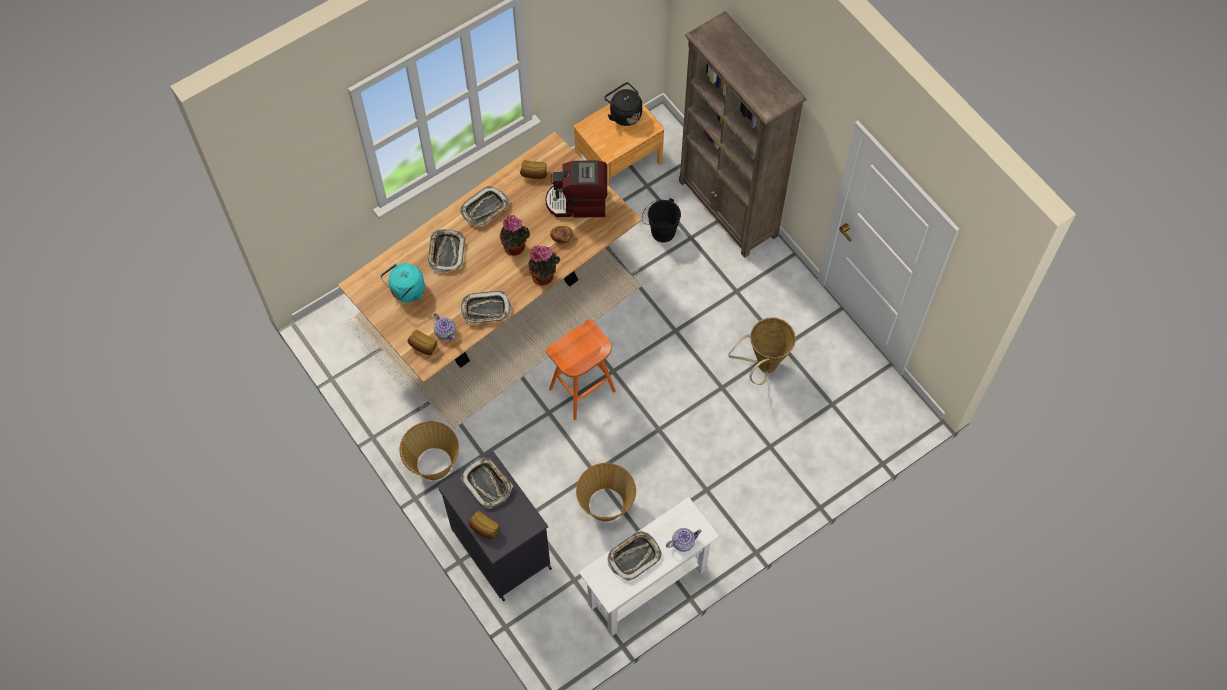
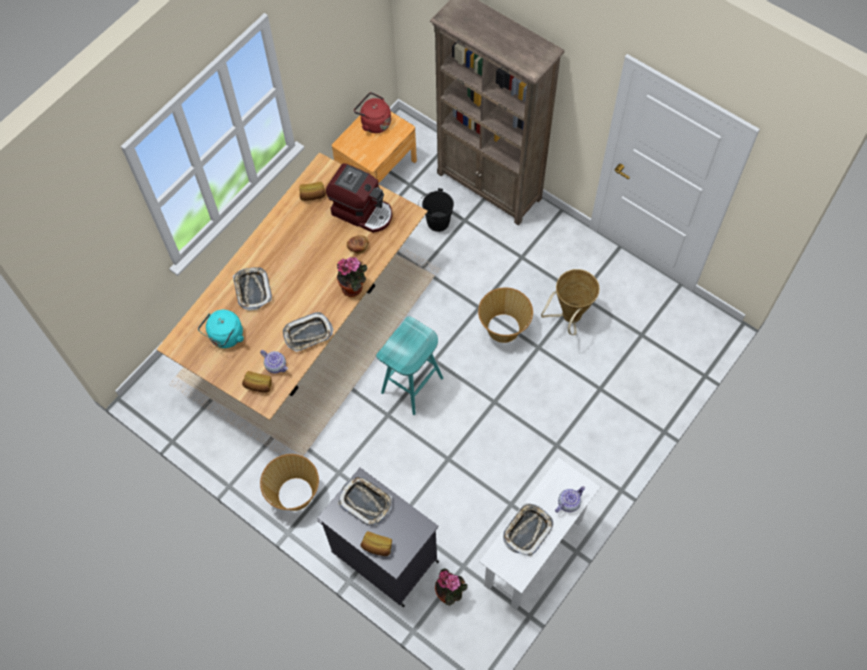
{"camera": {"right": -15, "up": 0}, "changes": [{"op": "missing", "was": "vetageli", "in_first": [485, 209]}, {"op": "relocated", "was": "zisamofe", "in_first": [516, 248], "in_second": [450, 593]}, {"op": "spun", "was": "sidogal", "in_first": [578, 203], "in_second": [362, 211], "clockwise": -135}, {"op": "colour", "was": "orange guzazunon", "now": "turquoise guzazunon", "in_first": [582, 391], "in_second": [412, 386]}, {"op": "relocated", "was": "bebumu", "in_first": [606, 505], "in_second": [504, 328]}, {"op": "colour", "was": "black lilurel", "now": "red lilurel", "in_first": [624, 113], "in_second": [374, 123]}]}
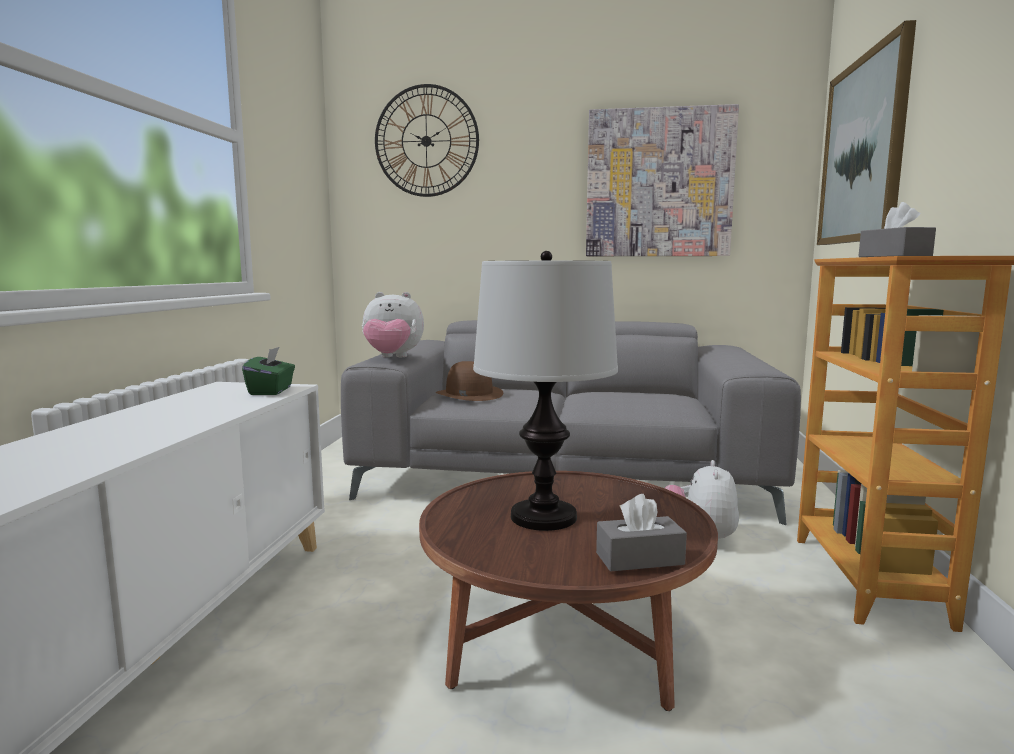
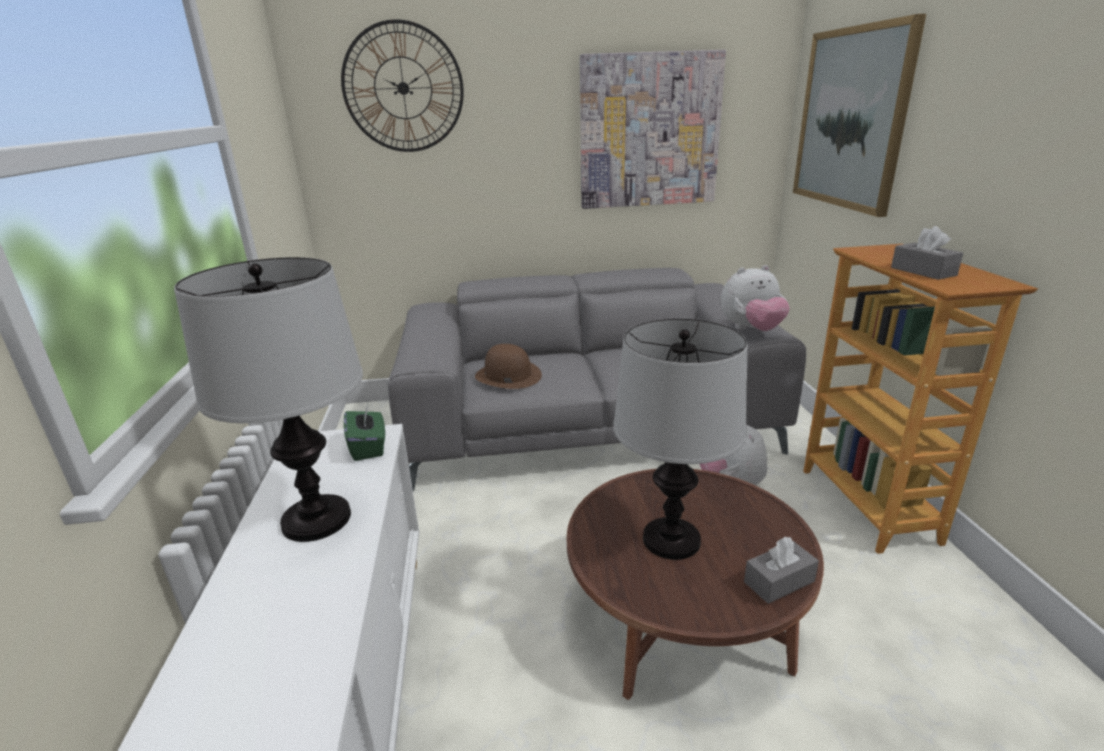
{"camera": {"right": -15, "up": 15}, "changes": [{"op": "relocated", "was": "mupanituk", "in_first": [392, 358], "in_second": [751, 330]}, {"op": "appeared", "now": "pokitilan", "in_second": [316, 520]}]}
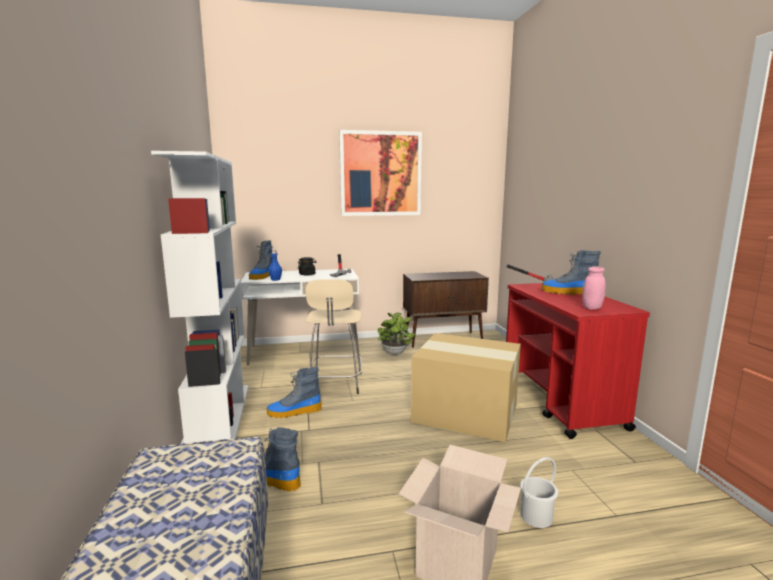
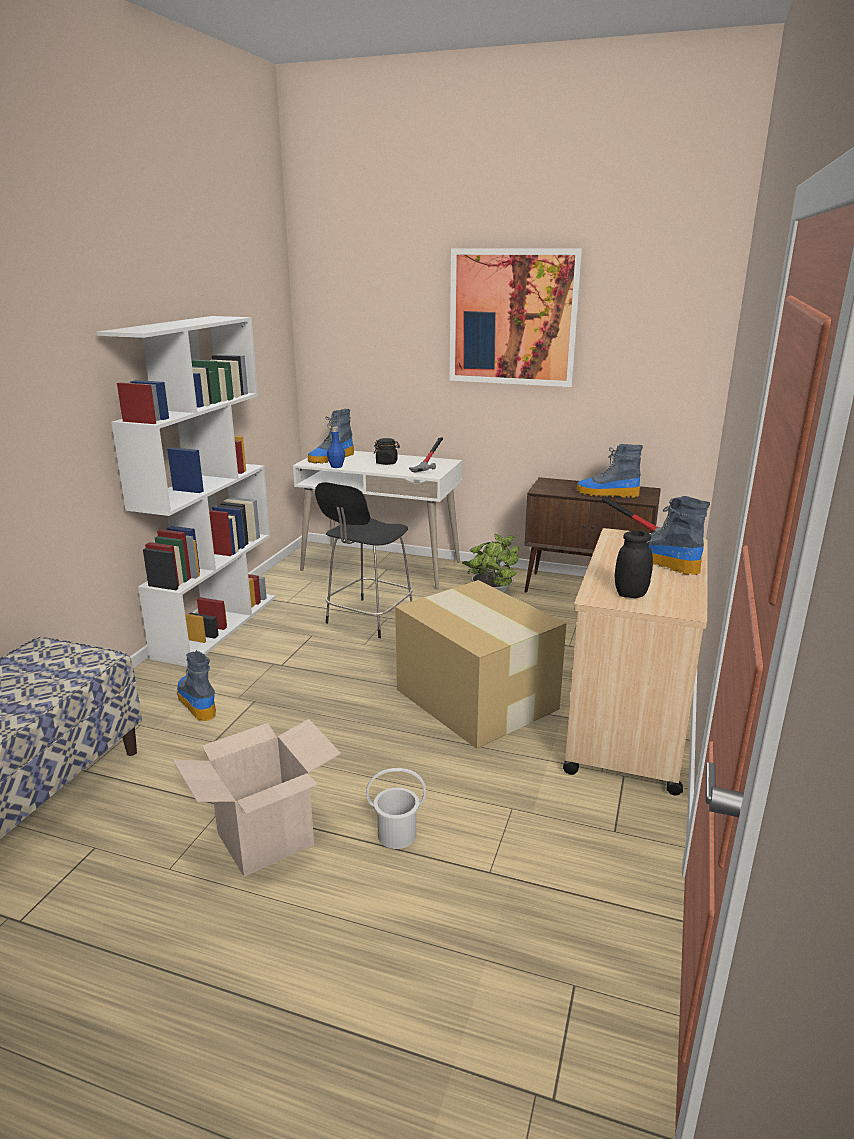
{"camera": {"right": 30, "up": 10}, "changes": [{"op": "relocated", "was": "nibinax", "in_first": [294, 412], "in_second": [606, 494]}, {"op": "colour", "was": "beige guzazunon", "now": "black guzazunon", "in_first": [335, 384], "in_second": [368, 619]}, {"op": "colour", "was": "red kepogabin", "now": "beige kepogabin", "in_first": [561, 403], "in_second": [629, 726]}, {"op": "colour", "was": "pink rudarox", "now": "black rudarox", "in_first": [592, 308], "in_second": [630, 594]}]}
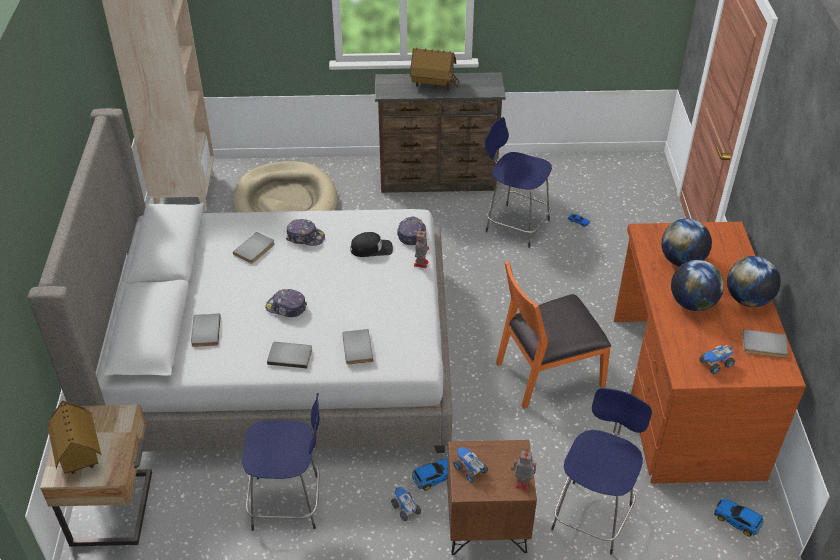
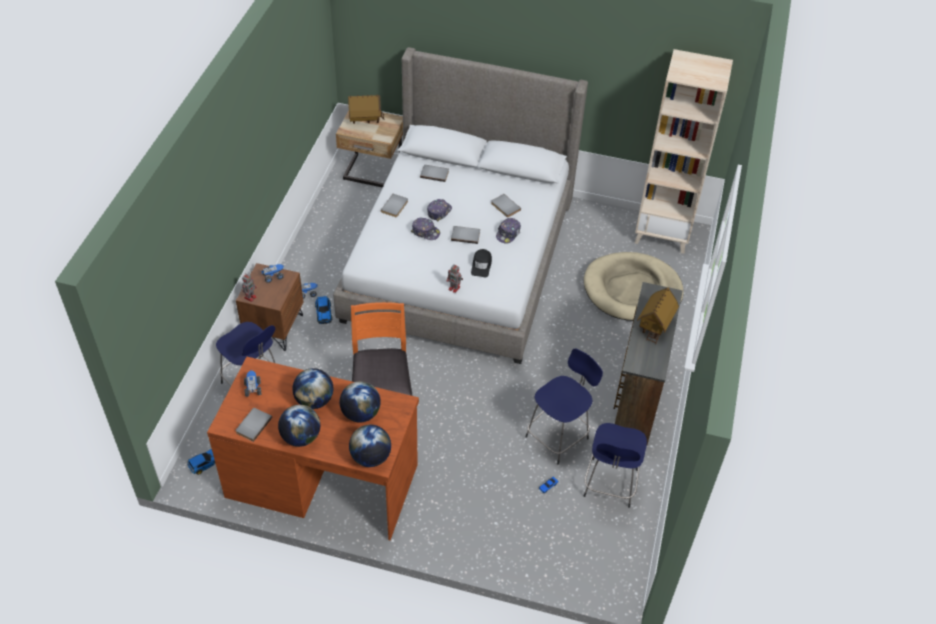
{"camera": {"right": 105, "up": 5}, "changes": [{"op": "relocated", "was": "blue guzazunon", "in_first": [289, 502], "in_second": [610, 485]}, {"op": "relocated", "was": "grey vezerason", "in_first": [356, 348], "in_second": [465, 235]}, {"op": "relocated", "was": "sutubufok", "in_first": [411, 234], "in_second": [425, 232]}, {"op": "appeared", "now": "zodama", "in_second": [370, 457]}]}
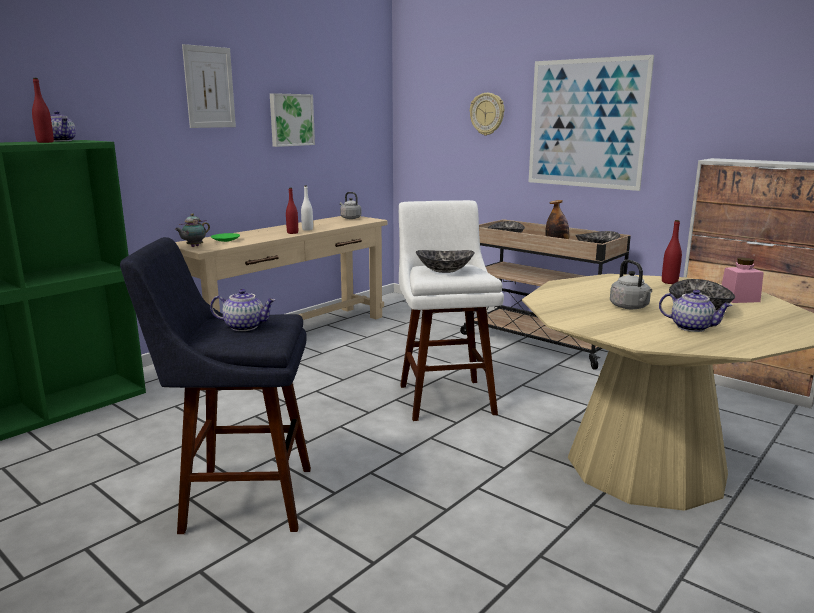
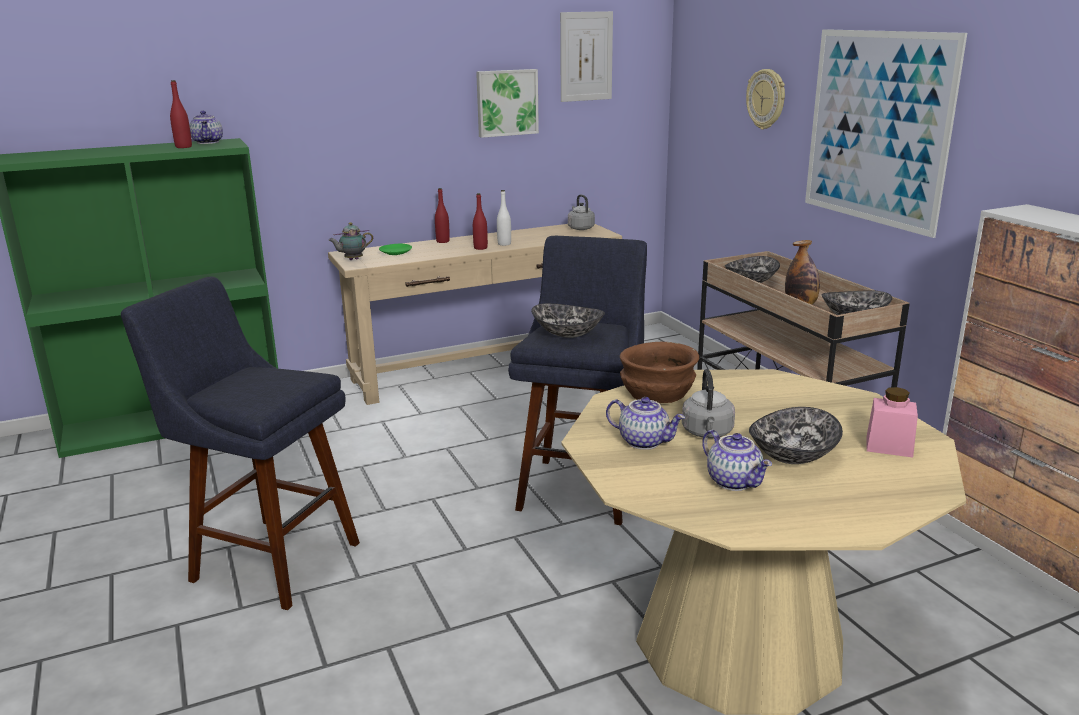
{"camera": {"right": 25, "up": 5}, "changes": [{"op": "relocated", "was": "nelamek", "in_first": [209, 87], "in_second": [586, 56]}, {"op": "relocated", "was": "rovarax", "in_first": [245, 326], "in_second": [644, 441]}, {"op": "colour", "was": "white guzazunon", "now": "blue guzazunon", "in_first": [445, 396], "in_second": [582, 486]}, {"op": "relocated", "was": "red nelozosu", "in_first": [669, 282], "in_second": [443, 241]}, {"op": "appeared", "now": "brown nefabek", "in_second": [656, 395]}]}
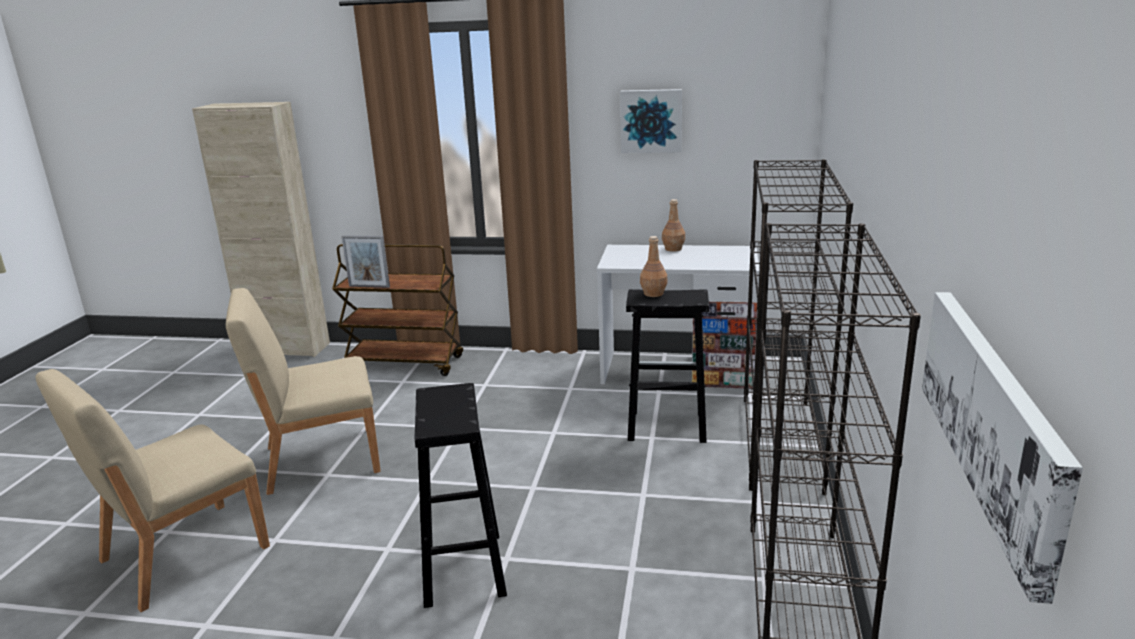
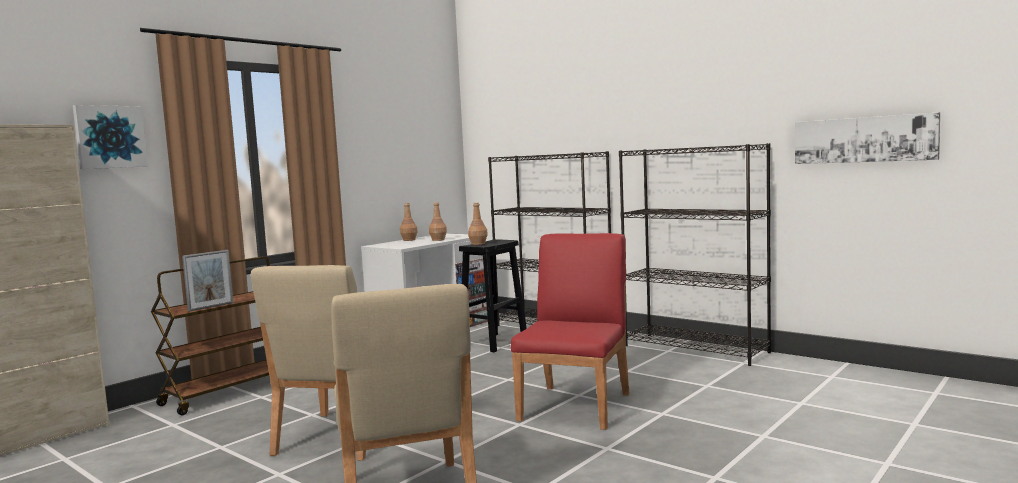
{"camera": {"right": -60, "up": -15}, "changes": [{"op": "exchanged", "was": "black guzazunon", "now": "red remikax", "in_first": [464, 570], "in_second": [576, 406]}, {"op": "relocated", "was": "nelamek", "in_first": [651, 120], "in_second": [110, 137]}, {"op": "appeared", "now": "brown nelozosu", "in_second": [438, 240]}]}
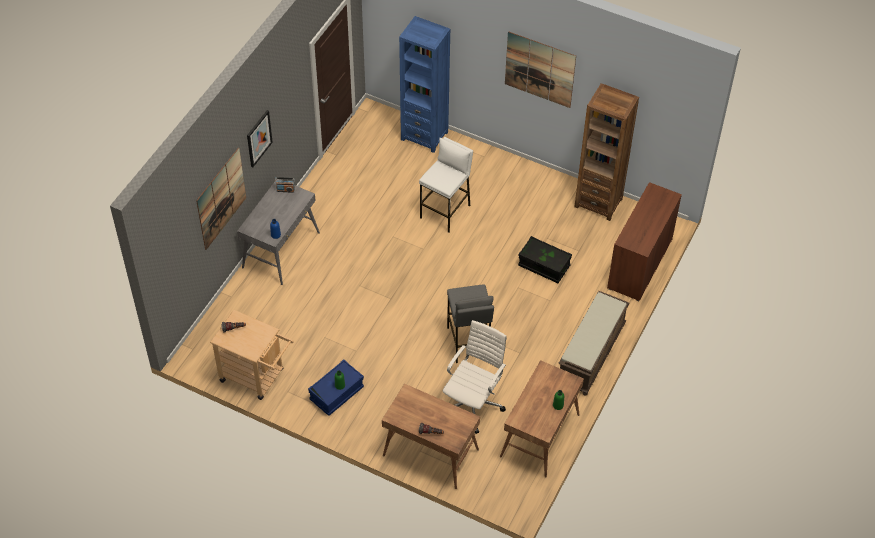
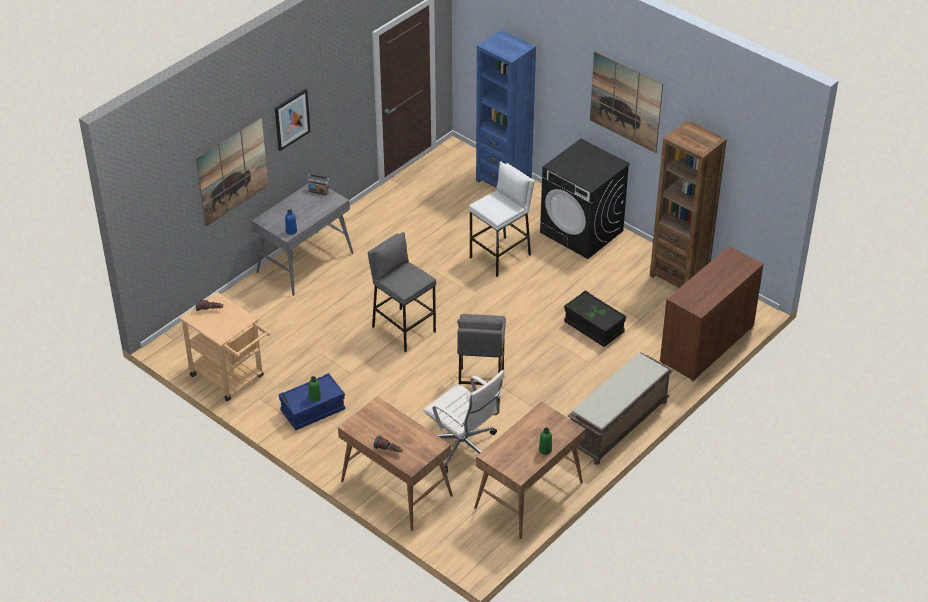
{"camera": {"right": 15, "up": -10}, "changes": [{"op": "spun", "was": "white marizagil", "in_first": [473, 403], "in_second": [463, 448], "clockwise": 90}, {"op": "appeared", "now": "grey guzazunon", "in_second": [403, 329]}, {"op": "appeared", "now": "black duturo", "in_second": [582, 232]}]}
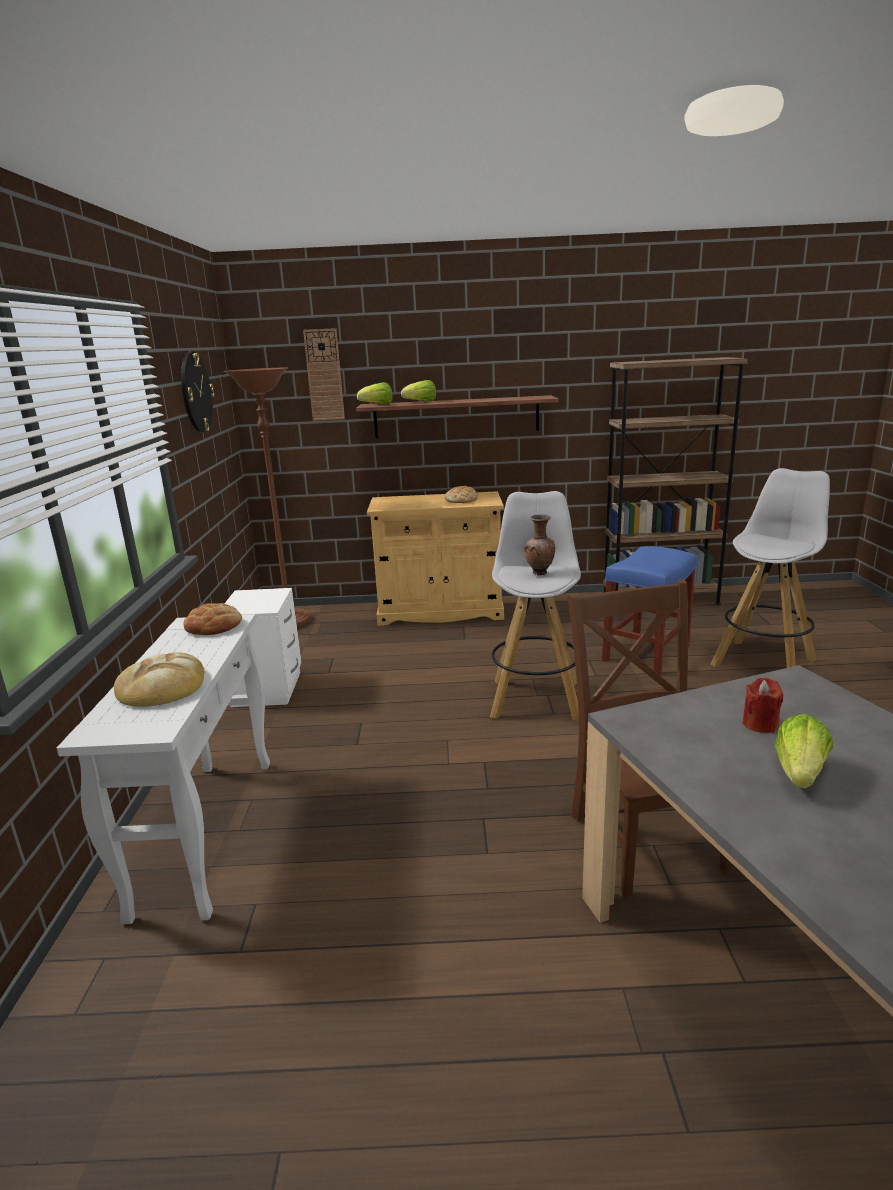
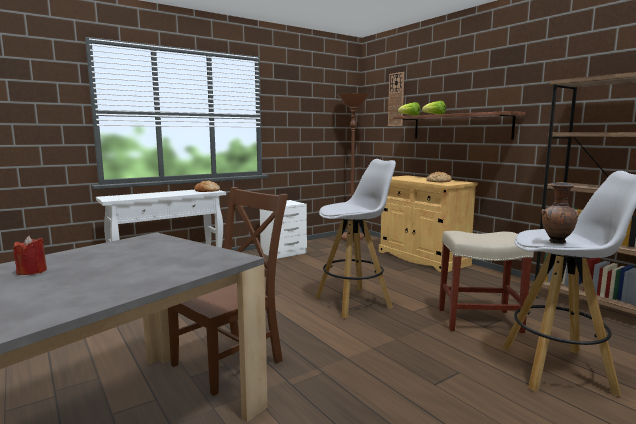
{"camera": {"right": 55, "up": -10}, "changes": [{"op": "missing", "was": "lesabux", "in_first": [162, 686]}, {"op": "missing", "was": "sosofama", "in_first": [196, 392]}, {"op": "relocated", "was": "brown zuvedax", "in_first": [540, 574], "in_second": [556, 242]}, {"op": "colour", "was": "blue guzazunon", "now": "beige guzazunon", "in_first": [646, 652], "in_second": [480, 320]}, {"op": "relocated", "was": "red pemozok", "in_first": [760, 724], "in_second": [32, 271]}, {"op": "missing", "was": "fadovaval", "in_first": [800, 772]}]}
